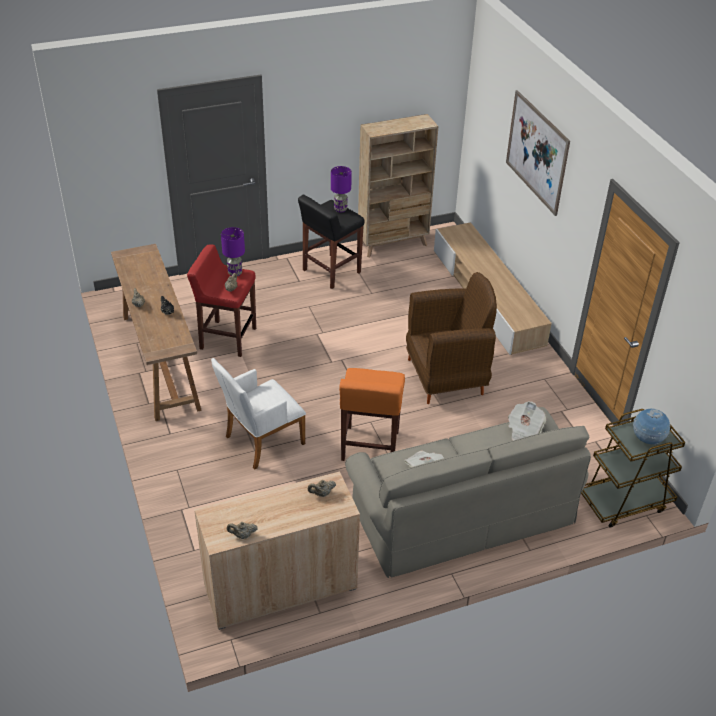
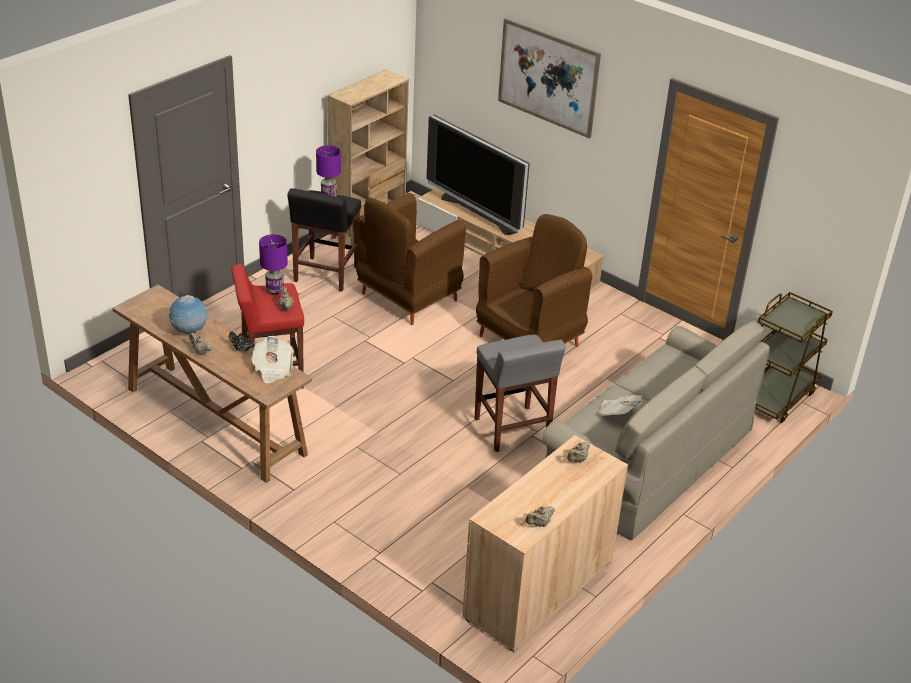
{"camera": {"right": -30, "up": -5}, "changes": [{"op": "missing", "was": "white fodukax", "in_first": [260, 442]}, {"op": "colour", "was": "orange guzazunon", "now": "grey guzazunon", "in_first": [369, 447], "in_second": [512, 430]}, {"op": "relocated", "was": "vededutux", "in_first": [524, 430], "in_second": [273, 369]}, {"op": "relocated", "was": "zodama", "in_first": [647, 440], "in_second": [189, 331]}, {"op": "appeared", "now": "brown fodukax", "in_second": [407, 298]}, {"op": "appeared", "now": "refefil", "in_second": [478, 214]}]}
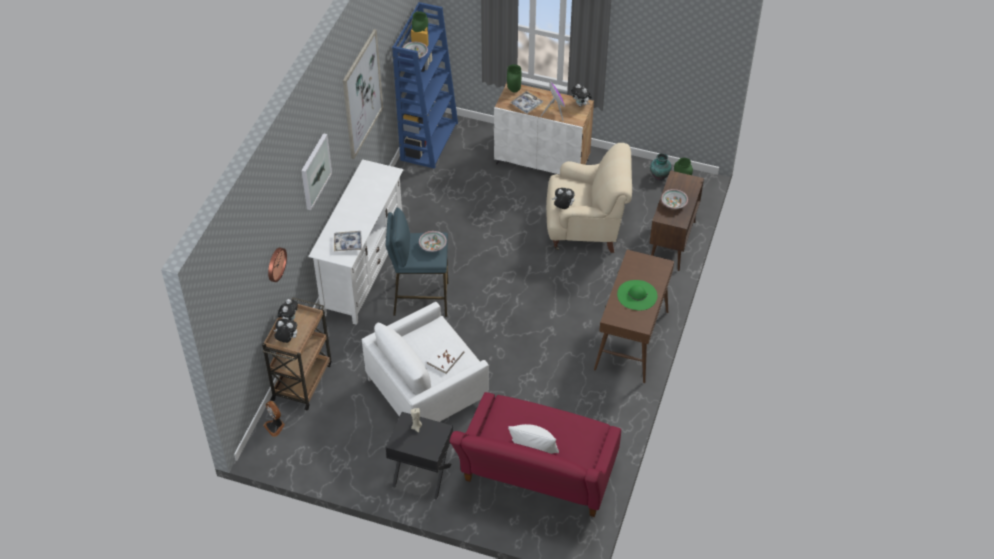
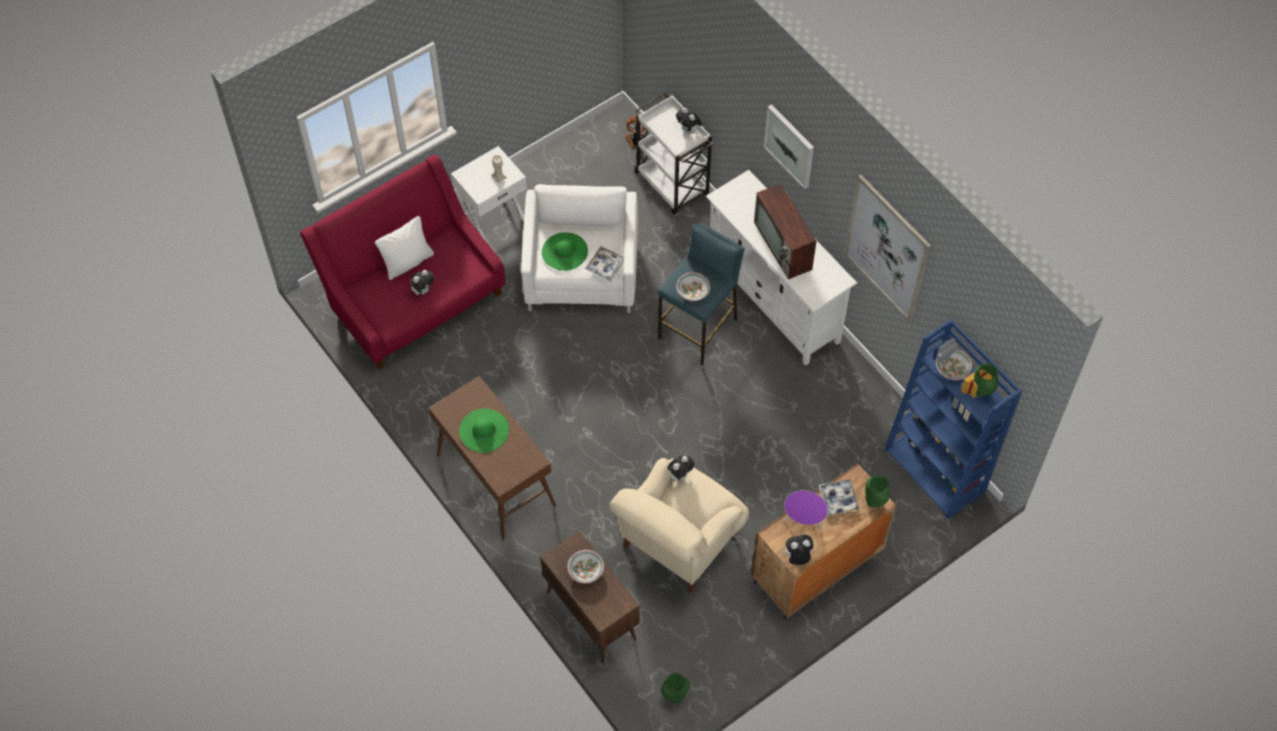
{"camera": {"right": 125, "up": 10}, "changes": [{"op": "colour", "was": "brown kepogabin", "now": "white kepogabin", "in_first": [302, 380], "in_second": [672, 184]}, {"op": "missing", "was": "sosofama", "in_first": [275, 264]}, {"op": "relocated", "was": "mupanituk", "in_first": [286, 339], "in_second": [423, 290]}, {"op": "relocated", "was": "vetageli", "in_first": [348, 243], "in_second": [605, 266]}, {"op": "colour", "was": "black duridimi", "now": "white duridimi", "in_first": [421, 476], "in_second": [492, 217]}, {"op": "exchanged", "was": "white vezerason", "now": "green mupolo", "in_first": [445, 358], "in_second": [564, 251]}, {"op": "colour", "was": "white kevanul", "now": "brown kevanul", "in_first": [542, 162], "in_second": [816, 567]}, {"op": "missing", "was": "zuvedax", "in_first": [660, 176]}, {"op": "appeared", "now": "refefil", "in_second": [784, 246]}]}
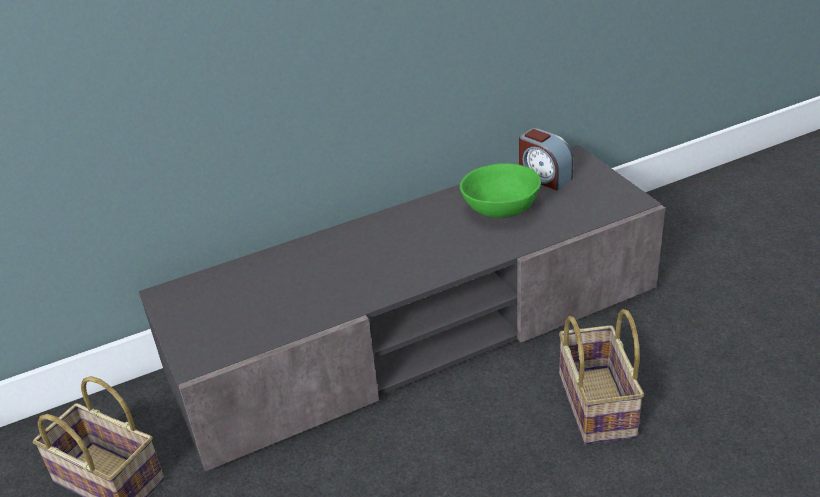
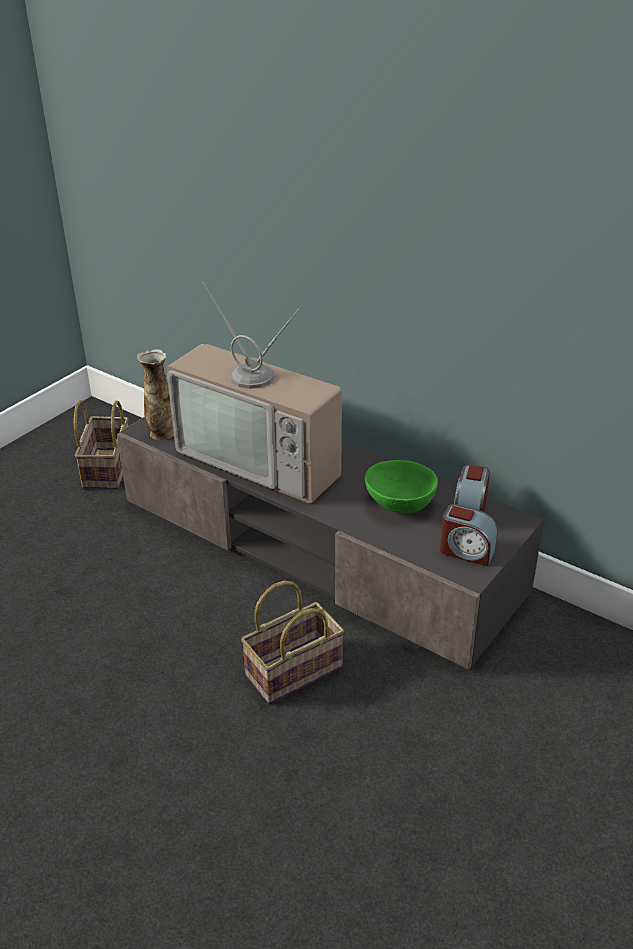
{"camera": {"right": 60, "up": 0}, "changes": [{"op": "appeared", "now": "zuvedax", "in_second": [162, 433]}, {"op": "appeared", "now": "refefil", "in_second": [265, 458]}, {"op": "appeared", "now": "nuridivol", "in_second": [466, 551]}]}
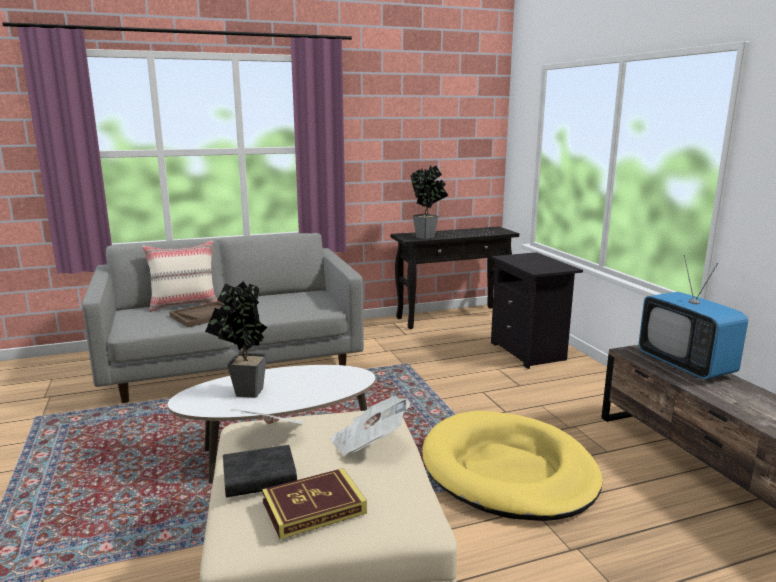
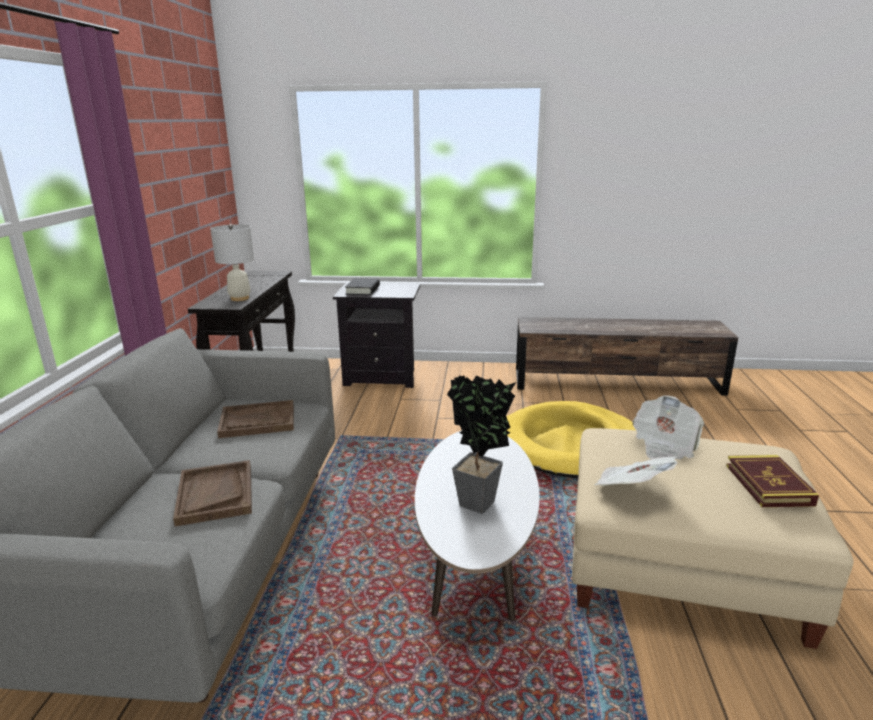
{"camera": {"right": -65, "up": 5}, "changes": [{"op": "missing", "was": "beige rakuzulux", "in_first": [184, 304]}, {"op": "relocated", "was": "black vezerason", "in_first": [259, 477], "in_second": [363, 290]}, {"op": "exchanged", "was": "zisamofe", "now": "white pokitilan", "in_first": [428, 237], "in_second": [240, 298]}, {"op": "missing", "was": "refefil", "in_first": [685, 365]}, {"op": "appeared", "now": "brown vetageli", "in_second": [257, 421]}]}
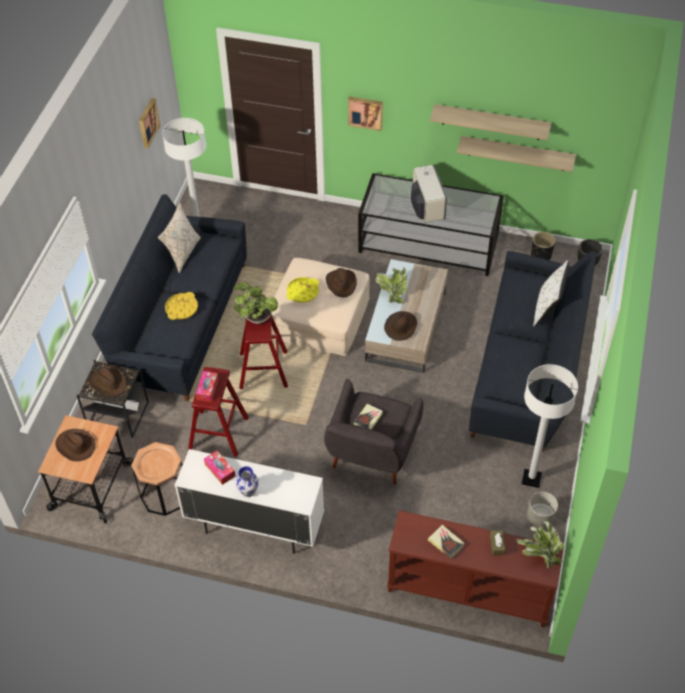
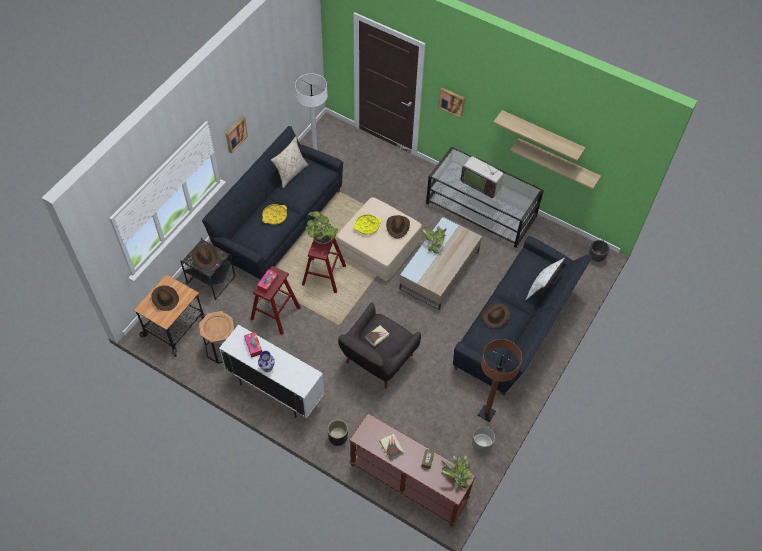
{"camera": {"right": 15, "up": 5}, "changes": [{"op": "relocated", "was": "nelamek", "in_first": [147, 122], "in_second": [235, 134]}, {"op": "relocated", "was": "brown mupolo", "in_first": [401, 326], "in_second": [496, 316]}, {"op": "spun", "was": "refefil", "in_first": [426, 207], "in_second": [481, 184], "clockwise": 120}, {"op": "colour", "was": "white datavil", "now": "brown datavil", "in_first": [531, 479], "in_second": [486, 413]}, {"op": "relocated", "was": "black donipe", "in_first": [541, 255], "in_second": [338, 437]}]}
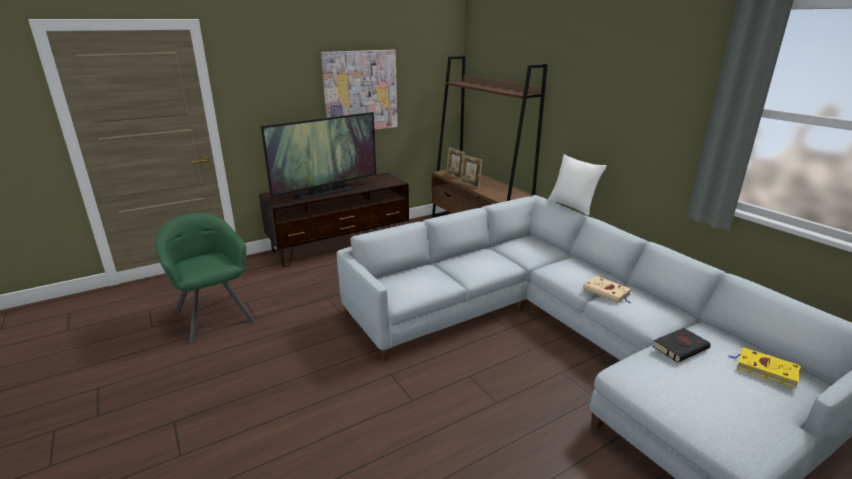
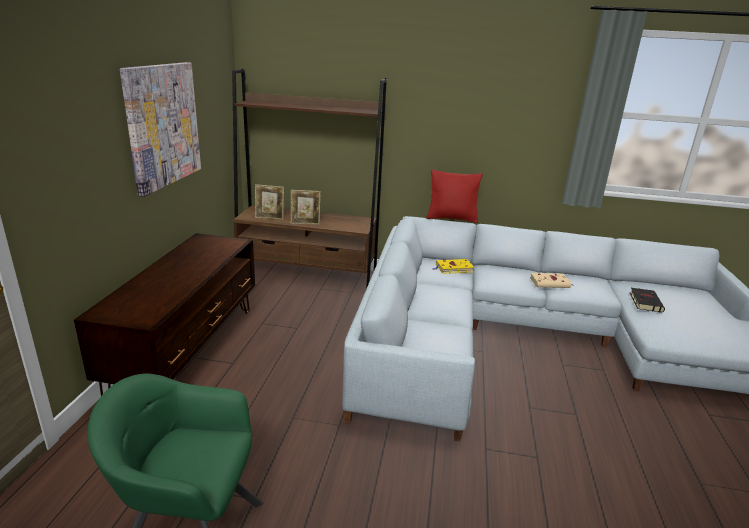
{"camera": {"right": -50, "up": 0}, "changes": [{"op": "missing", "was": "refefil", "in_first": [326, 192]}, {"op": "colour", "was": "white rakuzulux", "now": "red rakuzulux", "in_first": [572, 206], "in_second": [451, 218]}, {"op": "relocated", "was": "yellow vezerason", "in_first": [764, 369], "in_second": [453, 269]}]}
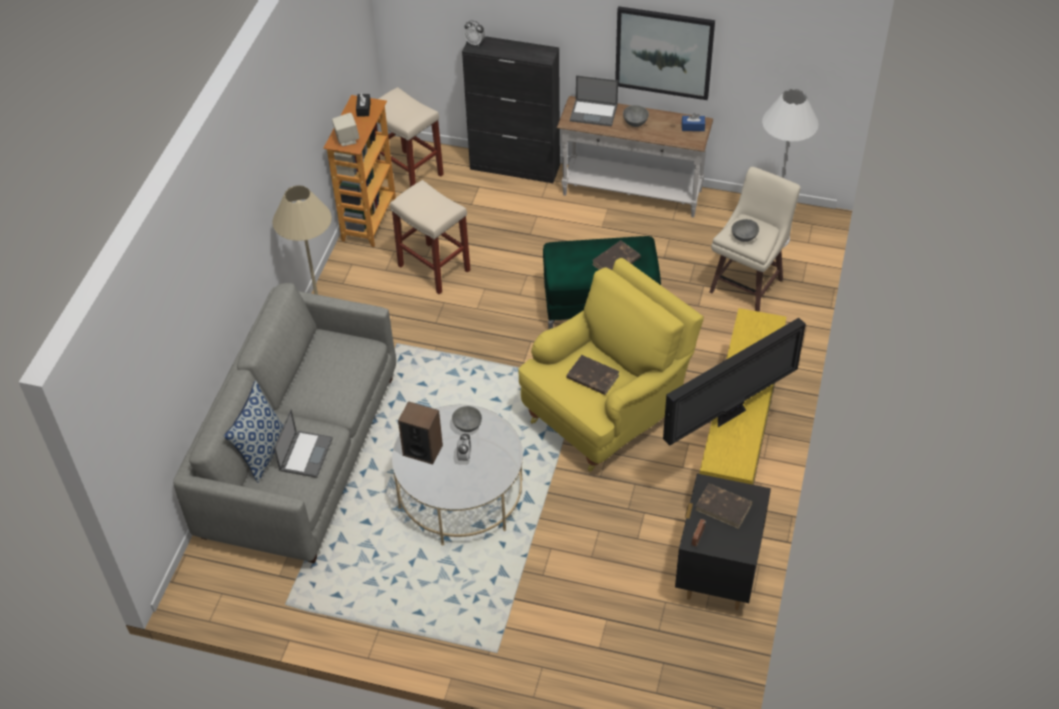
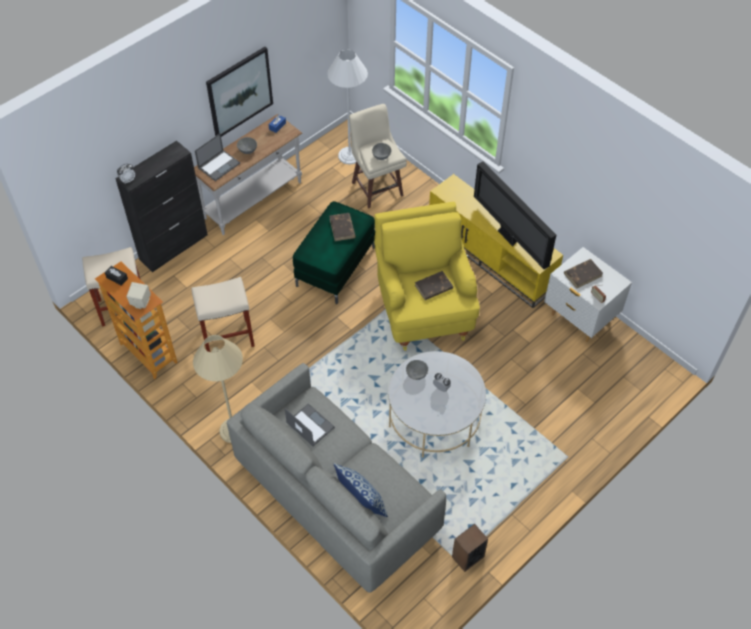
{"camera": {"right": -60, "up": 5}, "changes": [{"op": "relocated", "was": "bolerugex", "in_first": [306, 453], "in_second": [310, 425]}, {"op": "relocated", "was": "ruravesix", "in_first": [422, 450], "in_second": [467, 556]}, {"op": "spun", "was": "refefil", "in_first": [730, 414], "in_second": [508, 238], "clockwise": 150}, {"op": "colour", "was": "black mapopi", "now": "white mapopi", "in_first": [717, 575], "in_second": [579, 319]}]}
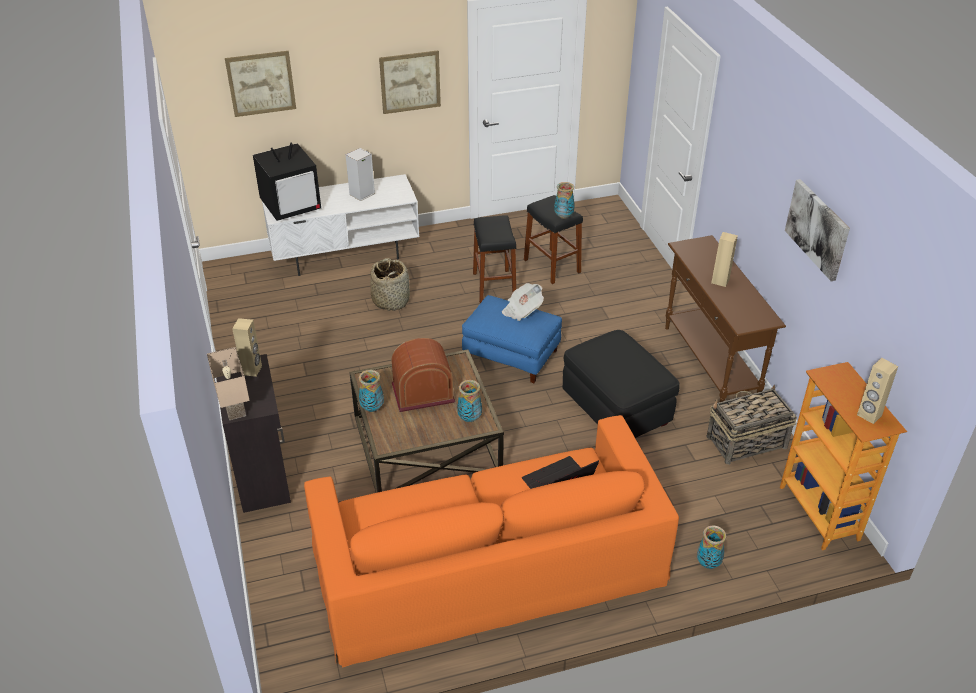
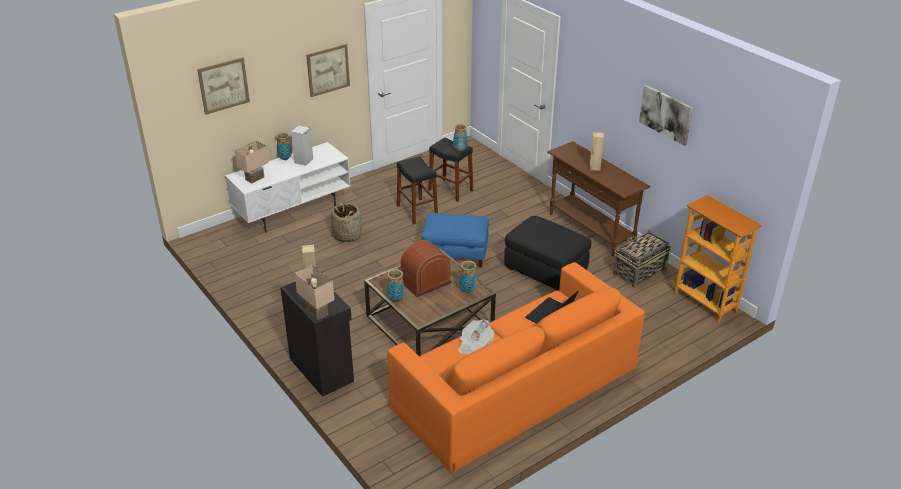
{"camera": {"right": -20, "up": -5}, "changes": [{"op": "exchanged", "was": "refefil", "now": "beige pokitilan", "in_first": [291, 206], "in_second": [254, 178]}, {"op": "relocated", "was": "vededutux", "in_first": [522, 310], "in_second": [474, 345]}, {"op": "relocated", "was": "zuvedax", "in_first": [708, 563], "in_second": [285, 158]}, {"op": "missing", "was": "beige ruravesix", "in_first": [869, 415]}]}
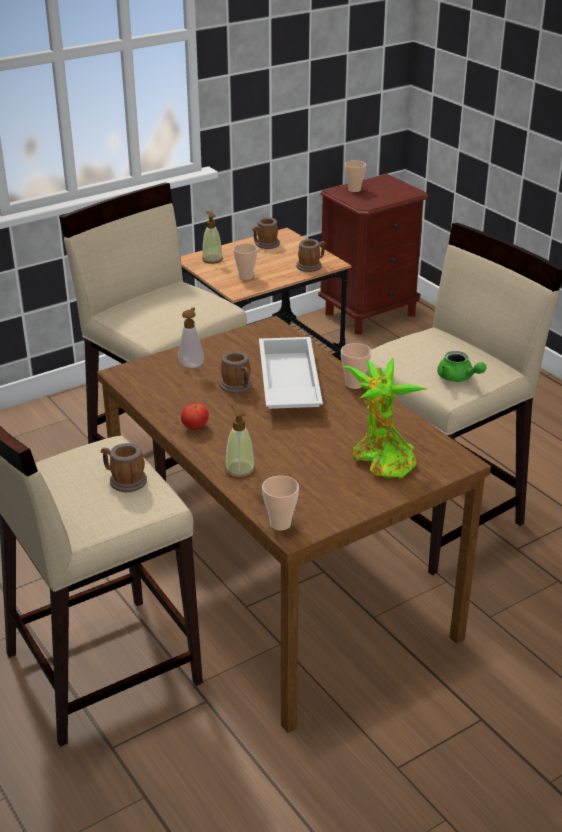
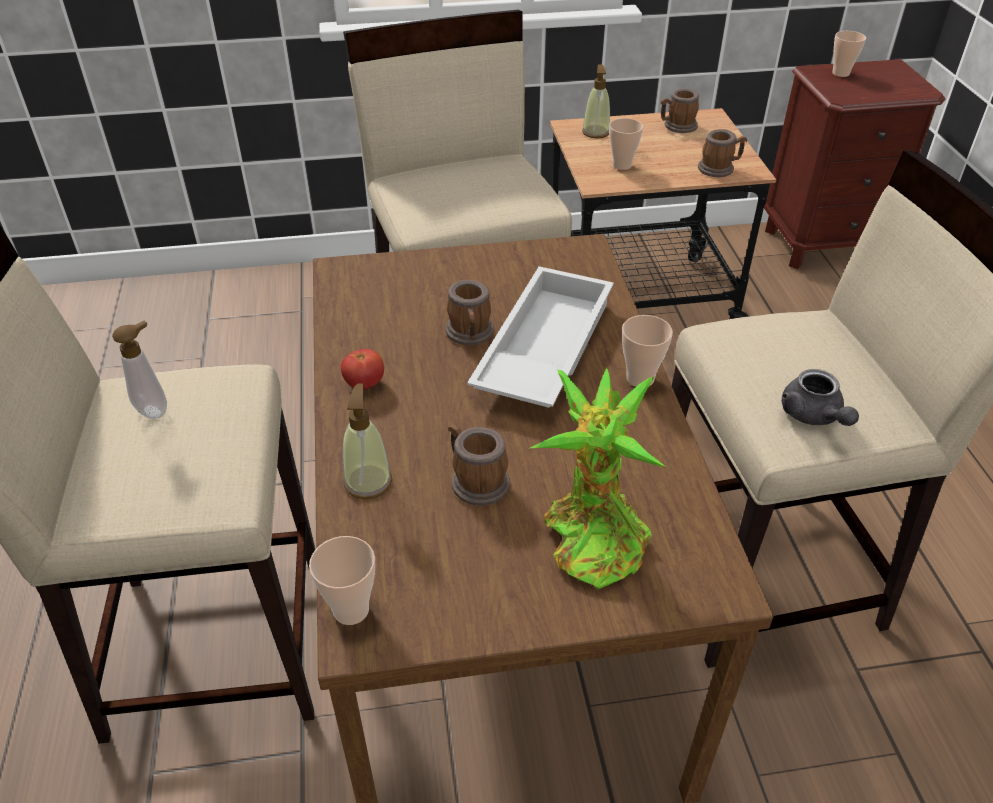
{"camera": {"right": 25, "up": 10}, "changes": [{"op": "relocated", "was": "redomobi", "in_first": [124, 481], "in_second": [475, 480]}, {"op": "relocated", "was": "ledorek", "in_first": [192, 364], "in_second": [155, 409]}, {"op": "colour", "was": "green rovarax", "now": "grey rovarax", "in_first": [458, 378], "in_second": [813, 416]}]}
